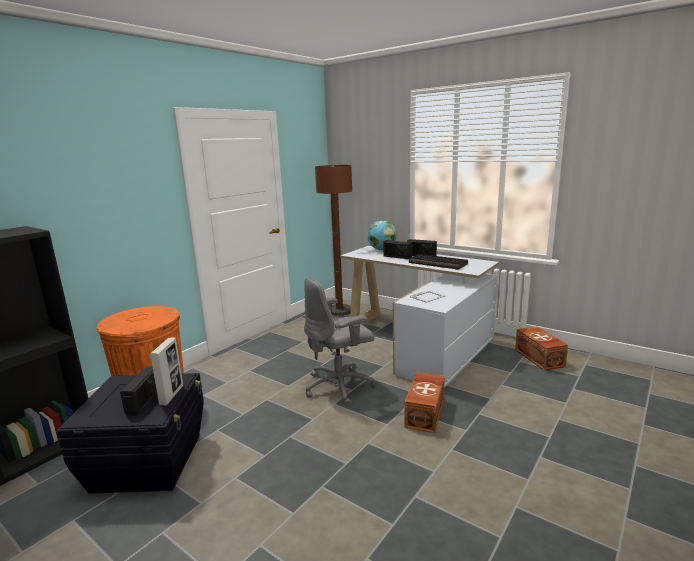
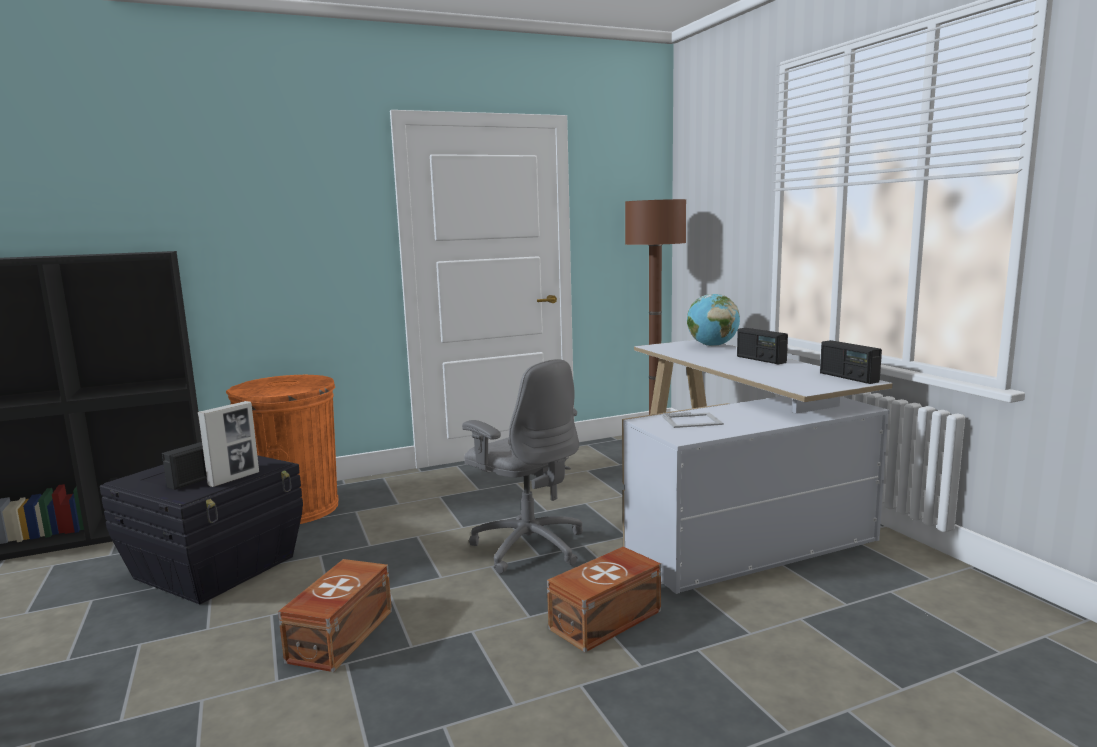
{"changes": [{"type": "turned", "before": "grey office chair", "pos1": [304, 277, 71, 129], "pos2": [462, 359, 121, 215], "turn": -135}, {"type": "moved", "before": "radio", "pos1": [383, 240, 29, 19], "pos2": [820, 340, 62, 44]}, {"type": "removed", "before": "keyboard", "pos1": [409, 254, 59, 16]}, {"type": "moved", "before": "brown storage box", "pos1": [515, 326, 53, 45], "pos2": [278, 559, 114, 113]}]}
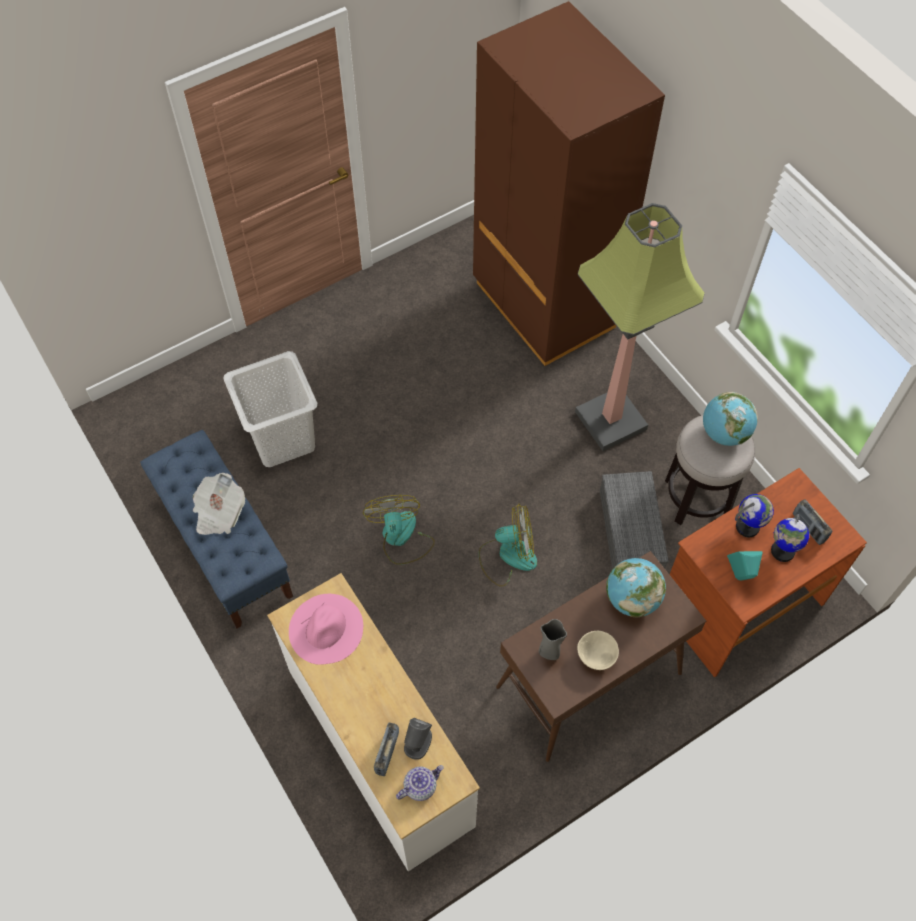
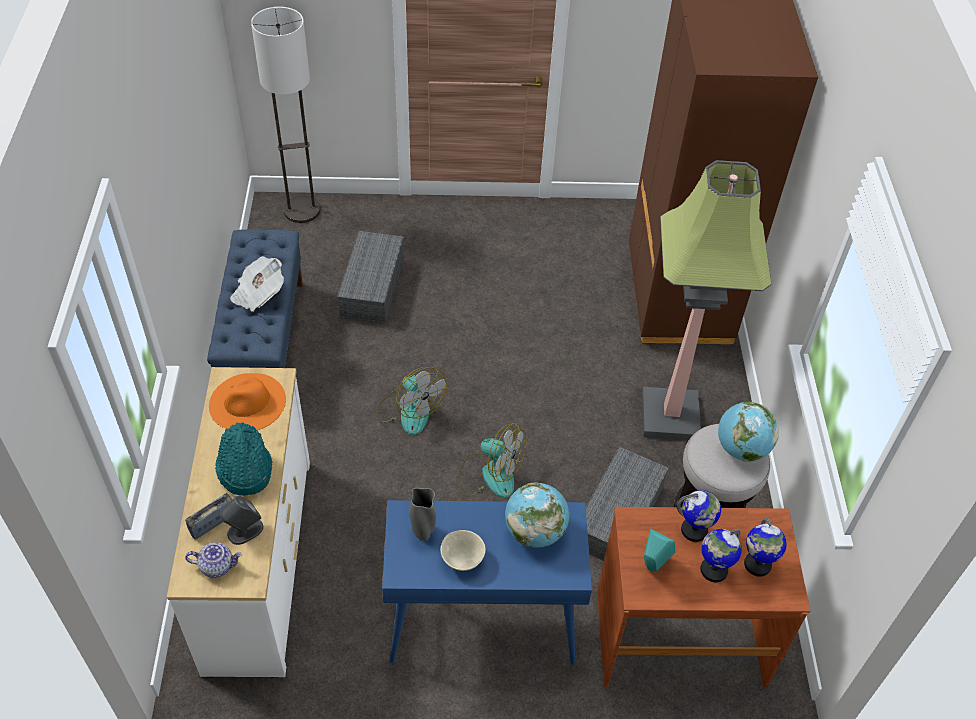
{"changes": [{"type": "replaced", "before": "white laundry basket", "after": "grey storage box", "pos1": [223, 351, 94, 116], "pos2": [337, 231, 67, 93]}, {"type": "recoloured", "before": "pink hat", "after": "orange hat", "pos1": [289, 594, 74, 71], "pos2": [209, 373, 77, 57]}, {"type": "turned", "before": "fan", "pos1": [363, 495, 72, 70], "pos2": [375, 367, 72, 68], "turn": 120}, {"type": "recoloured", "before": "brown console table", "after": "blue console table", "pos1": [496, 551, 210, 211], "pos2": [382, 500, 210, 164]}, {"type": "replaced", "before": "radio", "after": "globe", "pos1": [793, 499, 39, 46], "pos2": [744, 518, 43, 59]}, {"type": "added", "after": "turquoise hat", "pos2": [215, 422, 57, 74]}, {"type": "added", "after": "floor lamp", "pos2": [251, 7, 69, 216]}]}
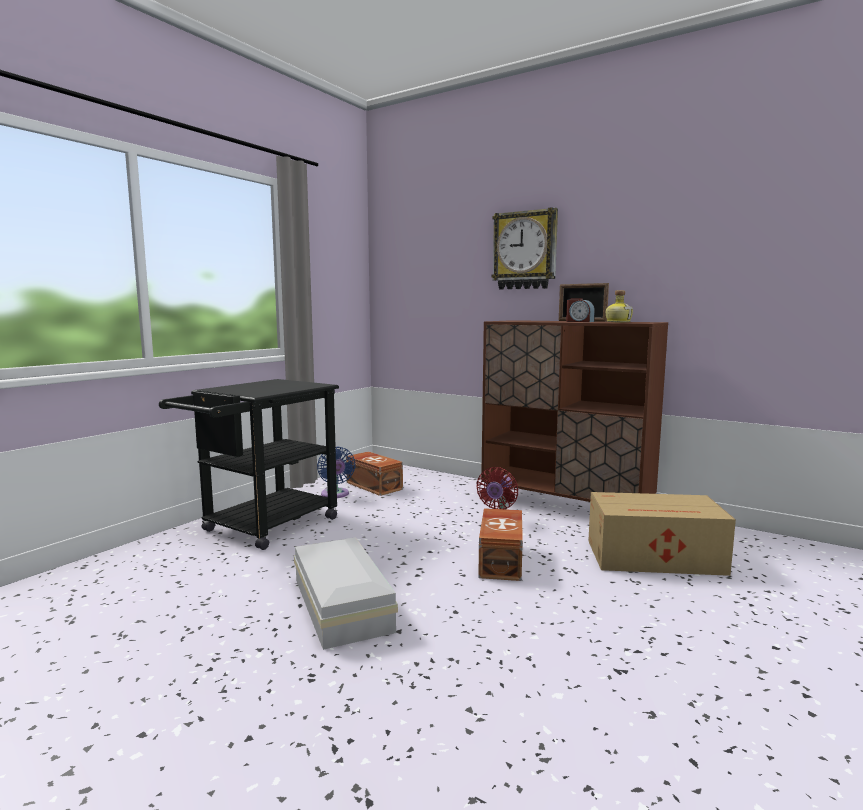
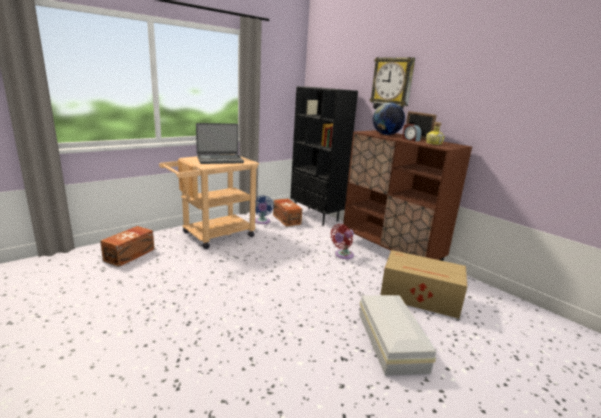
{"changes": [{"type": "recoloured", "before": "black cart", "after": "beige cart", "pos1": [159, 379, 180, 171], "pos2": [159, 154, 100, 95]}, {"type": "moved", "before": "white storage box", "pos1": [294, 537, 104, 113], "pos2": [359, 295, 77, 81]}, {"type": "moved", "before": "brown storage box", "pos1": [478, 508, 45, 73], "pos2": [100, 226, 55, 41]}, {"type": "added", "after": "laptop", "pos2": [196, 123, 48, 41]}, {"type": "added", "after": "black bookcase", "pos2": [290, 86, 68, 140]}, {"type": "added", "after": "globe", "pos2": [373, 102, 32, 33]}]}
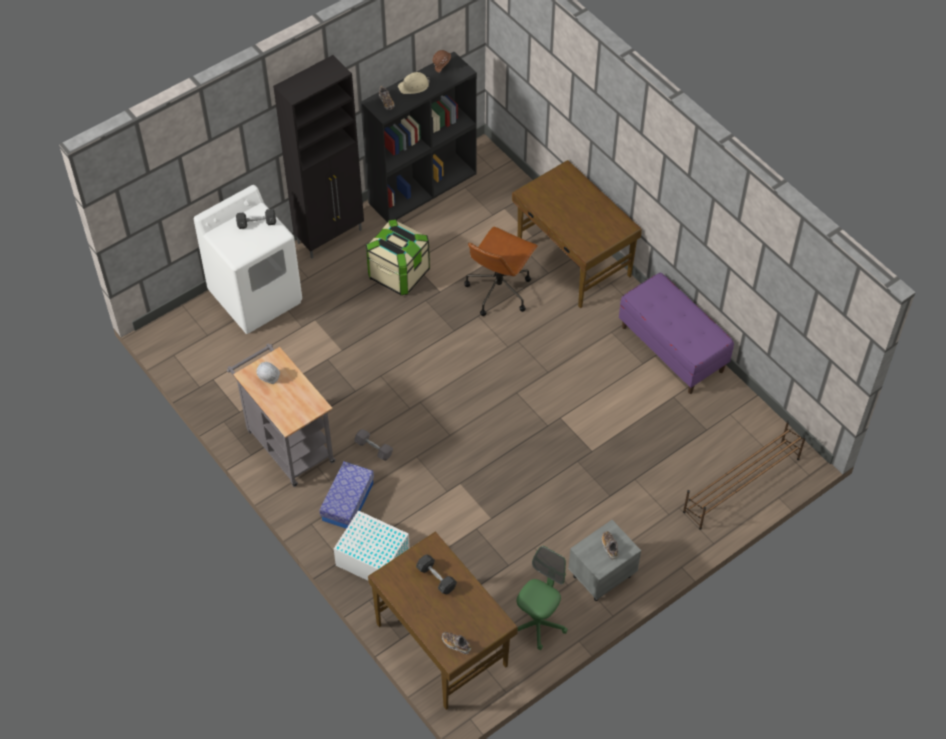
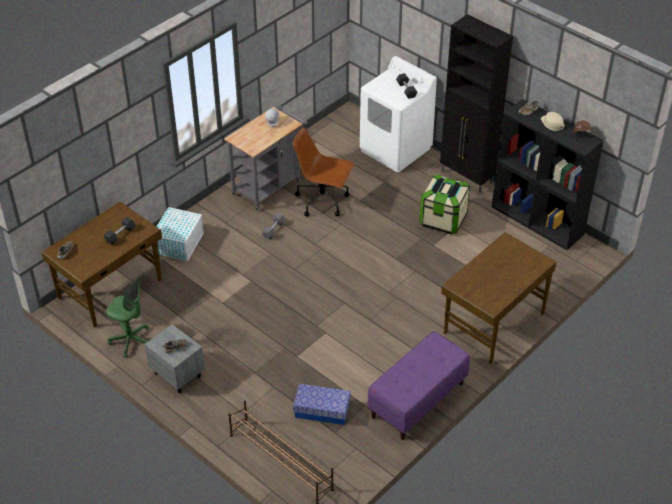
{"changes": [{"type": "moved", "before": "storage box", "pos1": [319, 461, 55, 68], "pos2": [293, 384, 57, 41]}, {"type": "moved", "before": "brown office chair", "pos1": [464, 226, 74, 90], "pos2": [293, 127, 62, 89]}]}
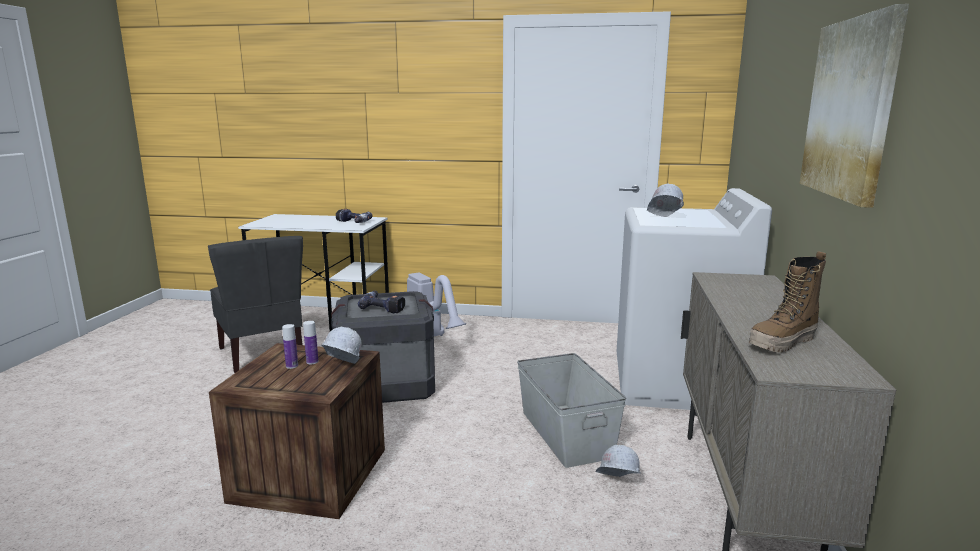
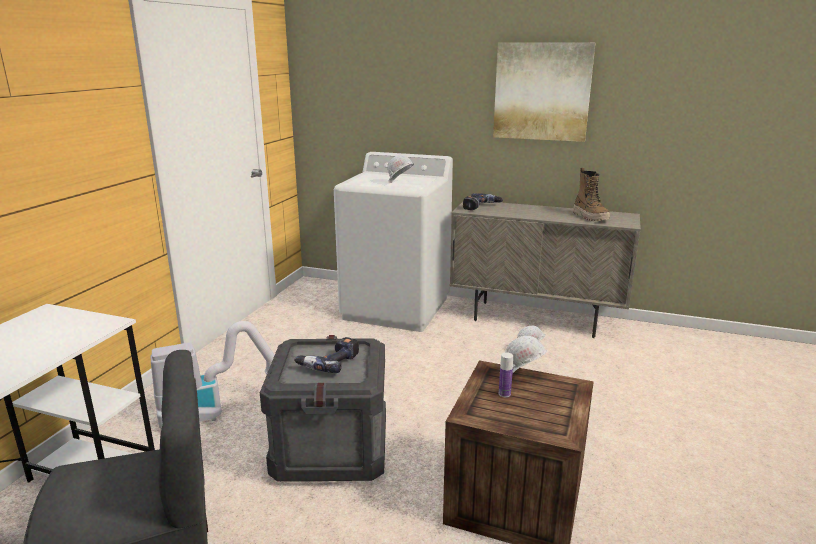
{"changes": [{"type": "removed", "before": "bottle", "pos1": [282, 324, 16, 45]}, {"type": "moved", "before": "power drill", "pos1": [336, 209, 36, 14], "pos2": [463, 193, 40, 17]}, {"type": "removed", "before": "grey storage box", "pos1": [517, 353, 109, 115]}]}
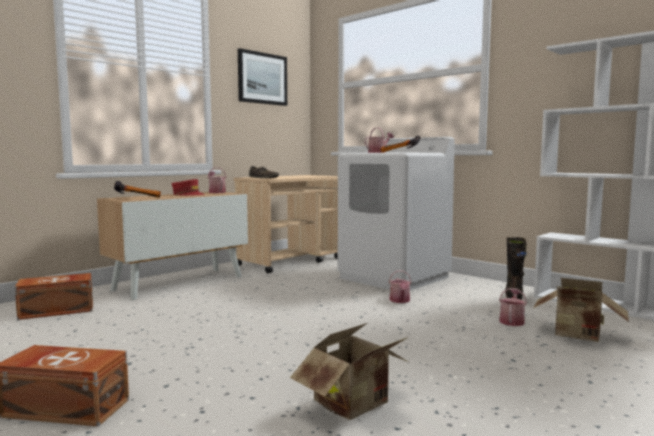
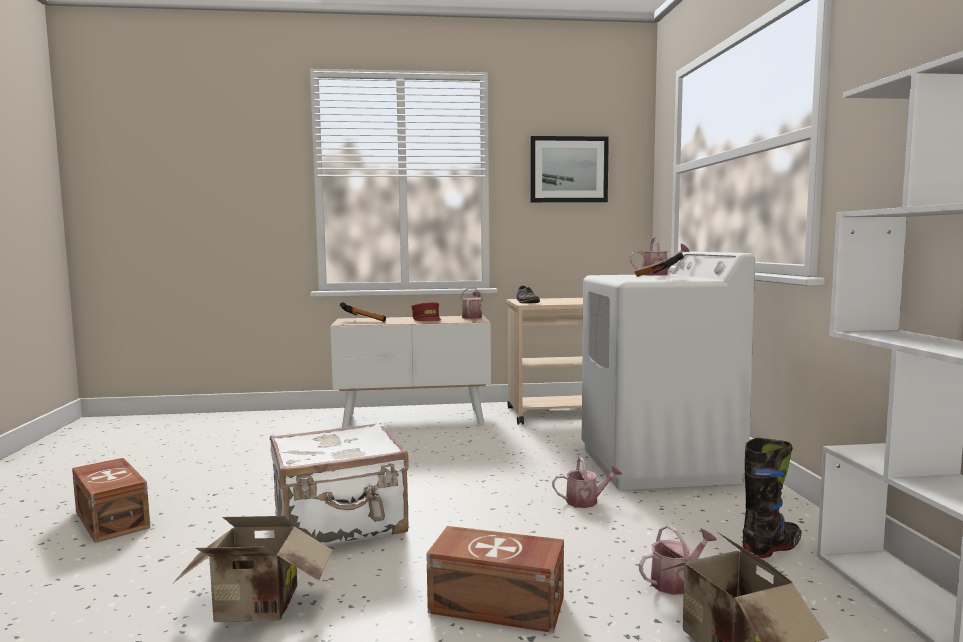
{"changes": [{"type": "moved", "before": "brown storage box", "pos1": [15, 273, 78, 47], "pos2": [426, 526, 138, 107]}, {"type": "turned", "before": "watering can", "pos1": [389, 271, 23, 32], "pos2": [552, 457, 71, 51], "turn": -135}, {"type": "added", "after": "white suitcase", "pos2": [270, 422, 139, 124]}]}
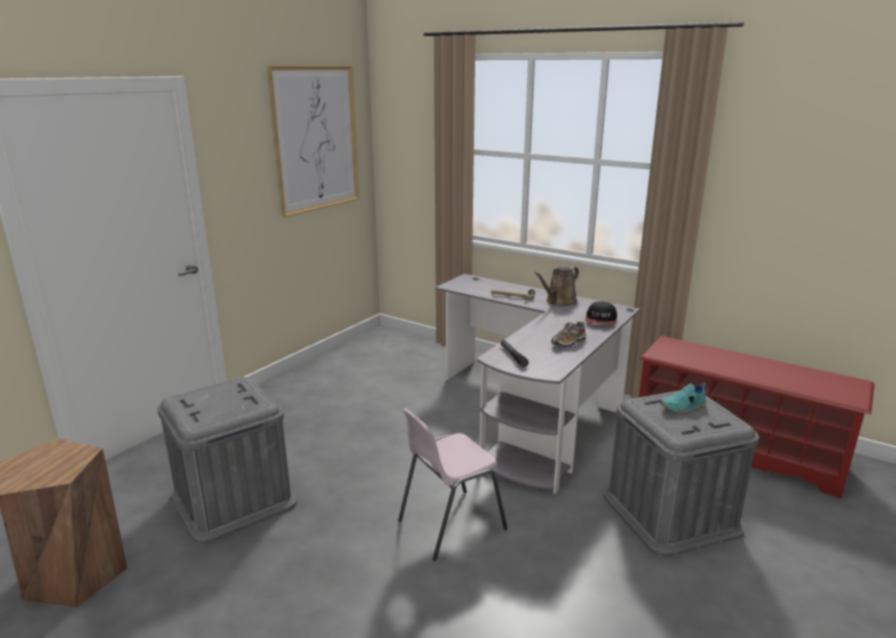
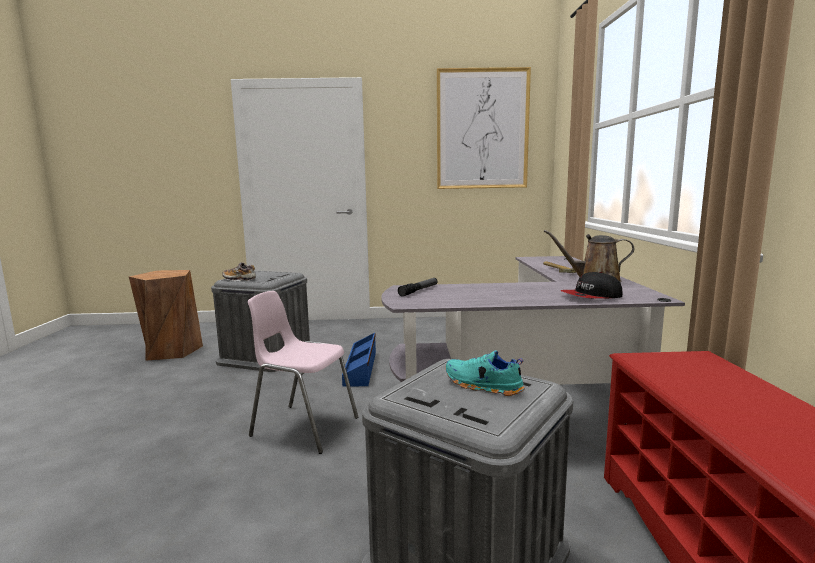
{"changes": [{"type": "moved", "before": "shoe", "pos1": [551, 321, 35, 26], "pos2": [222, 262, 34, 19]}, {"type": "added", "after": "blue storage box", "pos2": [342, 333, 34, 54]}]}
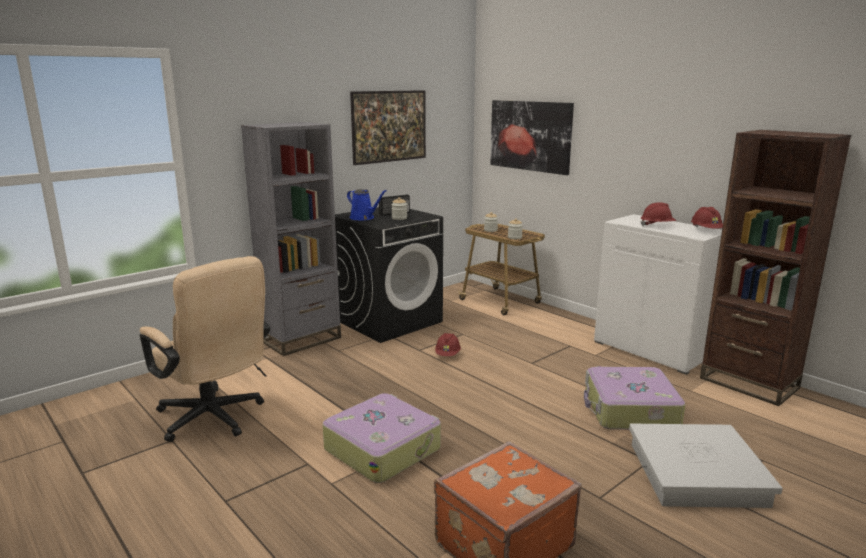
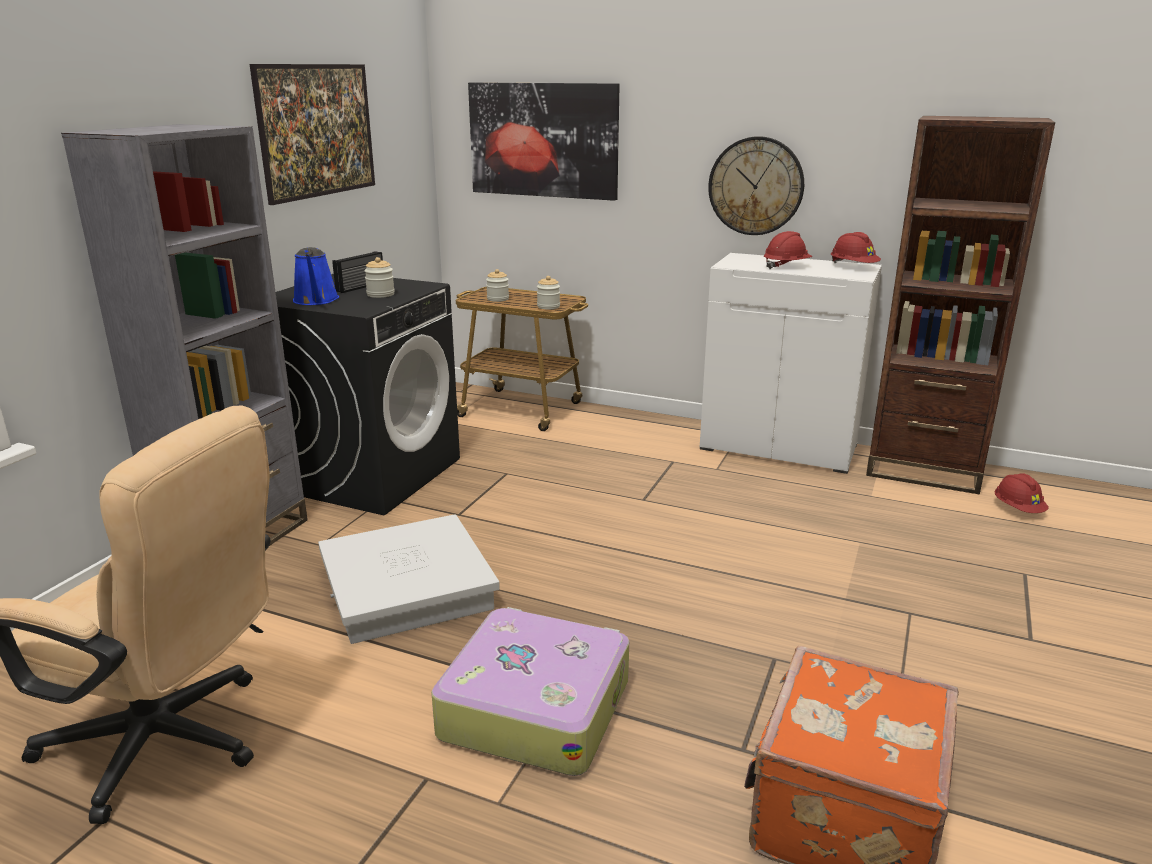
{"changes": [{"type": "turned", "before": "blue watering can", "pos1": [347, 189, 40, 31], "pos2": [293, 247, 46, 58], "turn": 60}, {"type": "moved", "before": "red hard hat", "pos1": [435, 333, 26, 23], "pos2": [994, 473, 55, 40]}, {"type": "removed", "before": "suitcase", "pos1": [584, 367, 102, 63]}, {"type": "moved", "before": "white storage box", "pos1": [629, 424, 154, 84], "pos2": [318, 514, 182, 130]}, {"type": "added", "after": "wall clock", "pos2": [708, 136, 96, 99]}]}
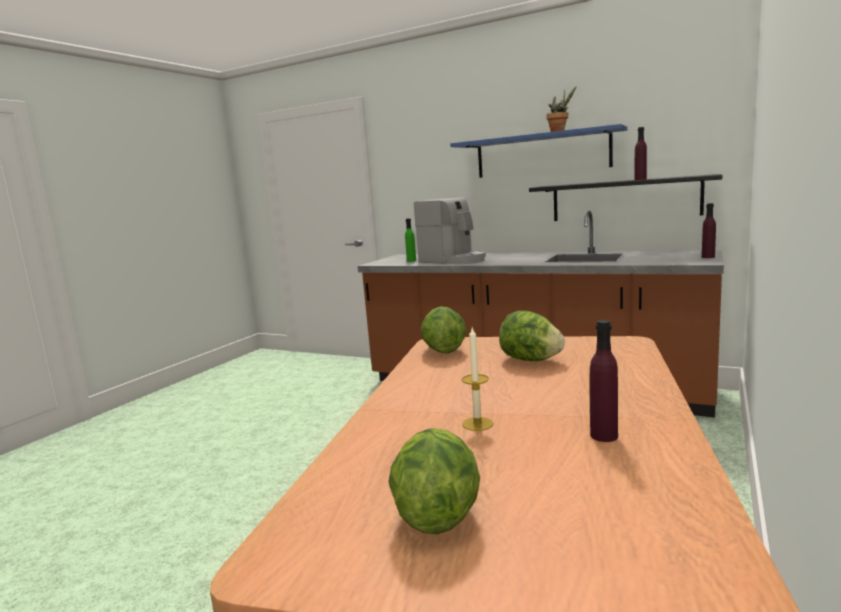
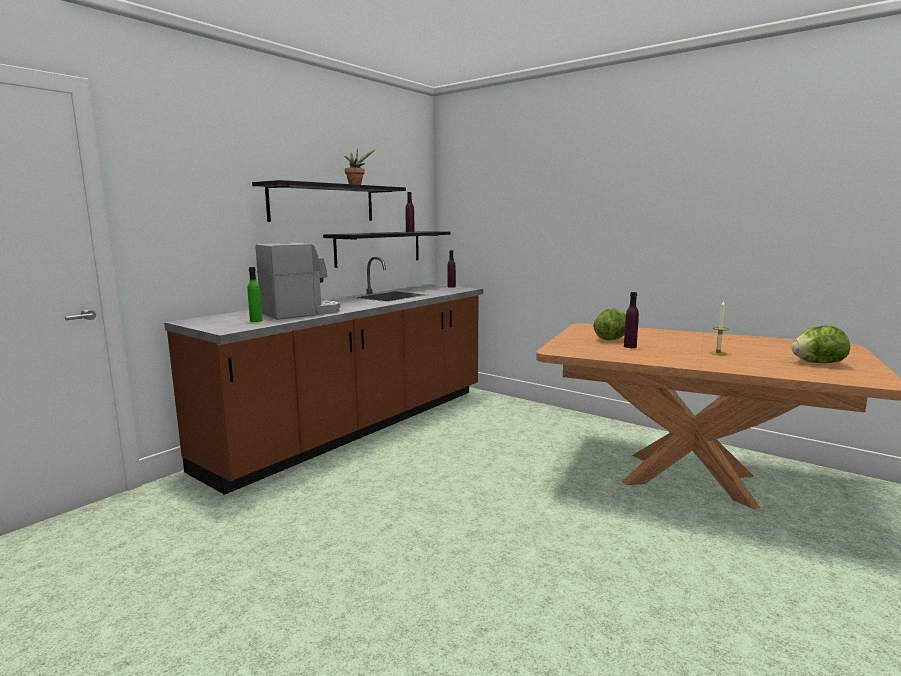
{"changes": [{"type": "removed", "before": "lettuce", "pos1": [421, 306, 45, 48]}, {"type": "recoloured", "before": "blue shelf", "after": "black shelf", "pos1": [450, 124, 178, 54], "pos2": [252, 180, 154, 42]}, {"type": "moved", "before": "purple bottle", "pos1": [590, 320, 28, 122], "pos2": [624, 292, 15, 56]}]}
